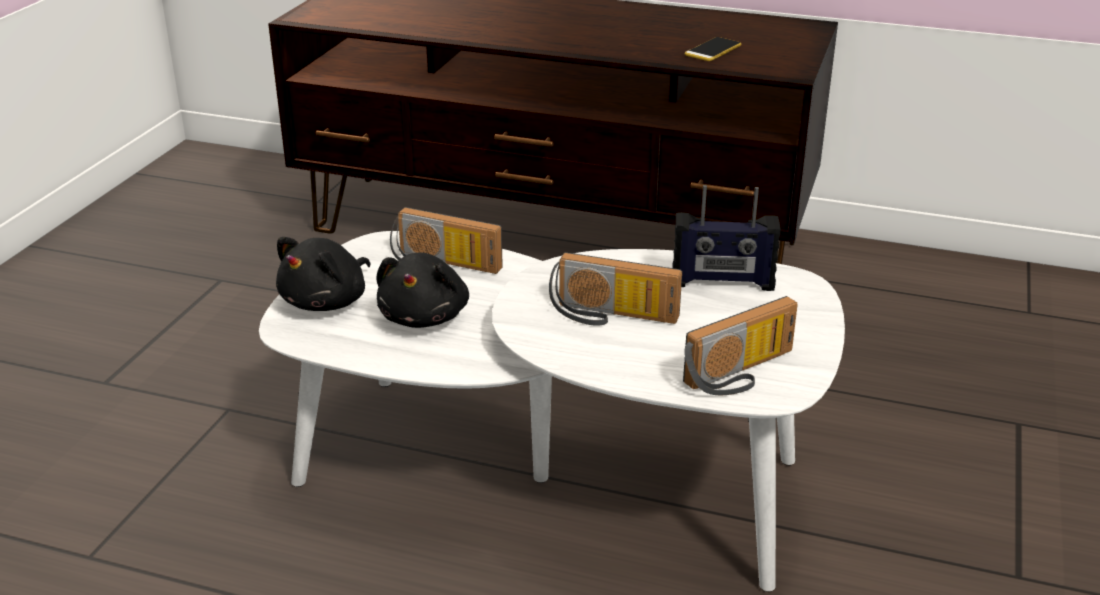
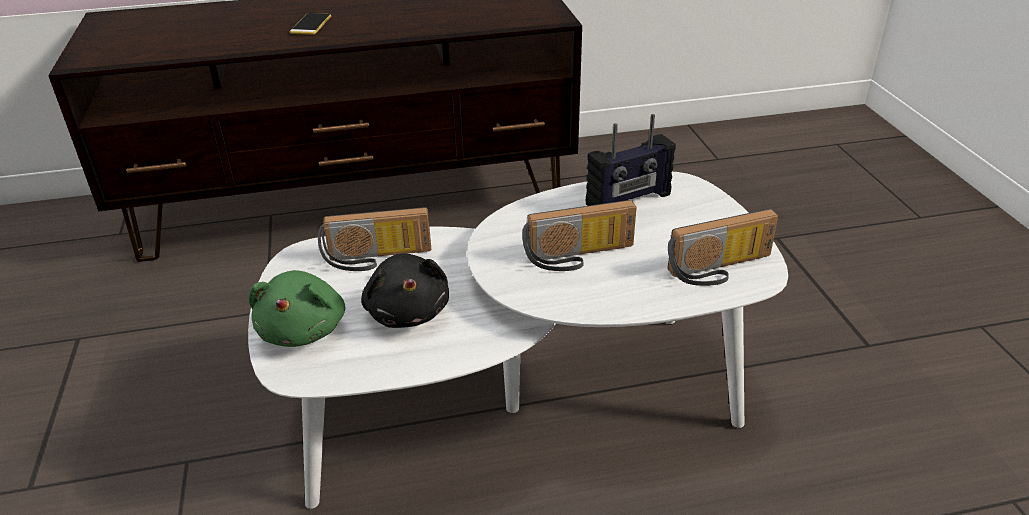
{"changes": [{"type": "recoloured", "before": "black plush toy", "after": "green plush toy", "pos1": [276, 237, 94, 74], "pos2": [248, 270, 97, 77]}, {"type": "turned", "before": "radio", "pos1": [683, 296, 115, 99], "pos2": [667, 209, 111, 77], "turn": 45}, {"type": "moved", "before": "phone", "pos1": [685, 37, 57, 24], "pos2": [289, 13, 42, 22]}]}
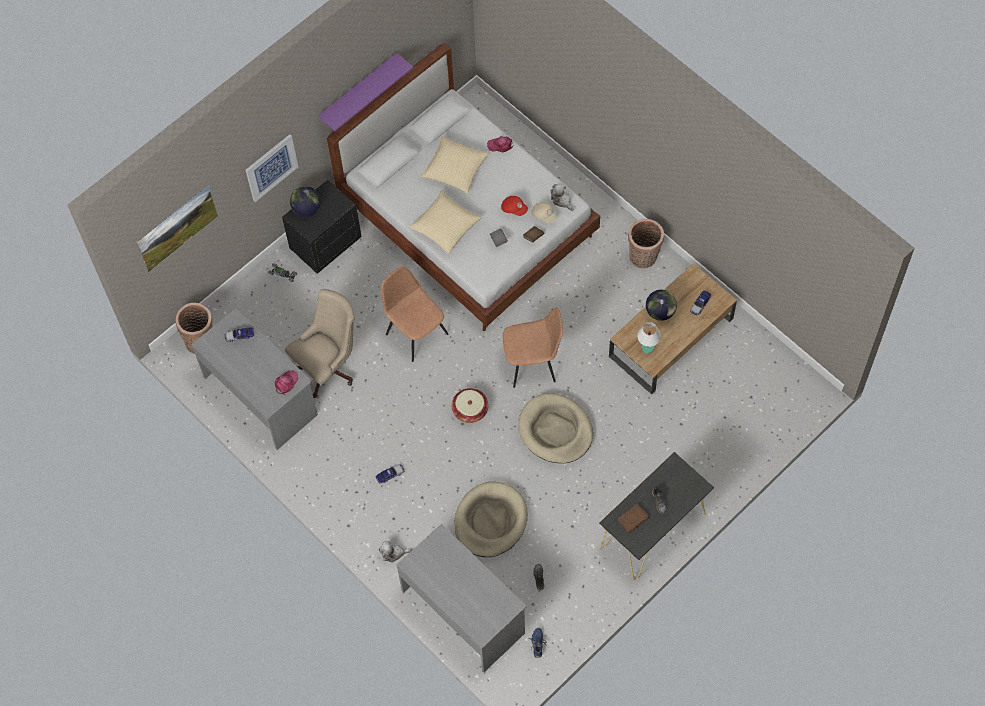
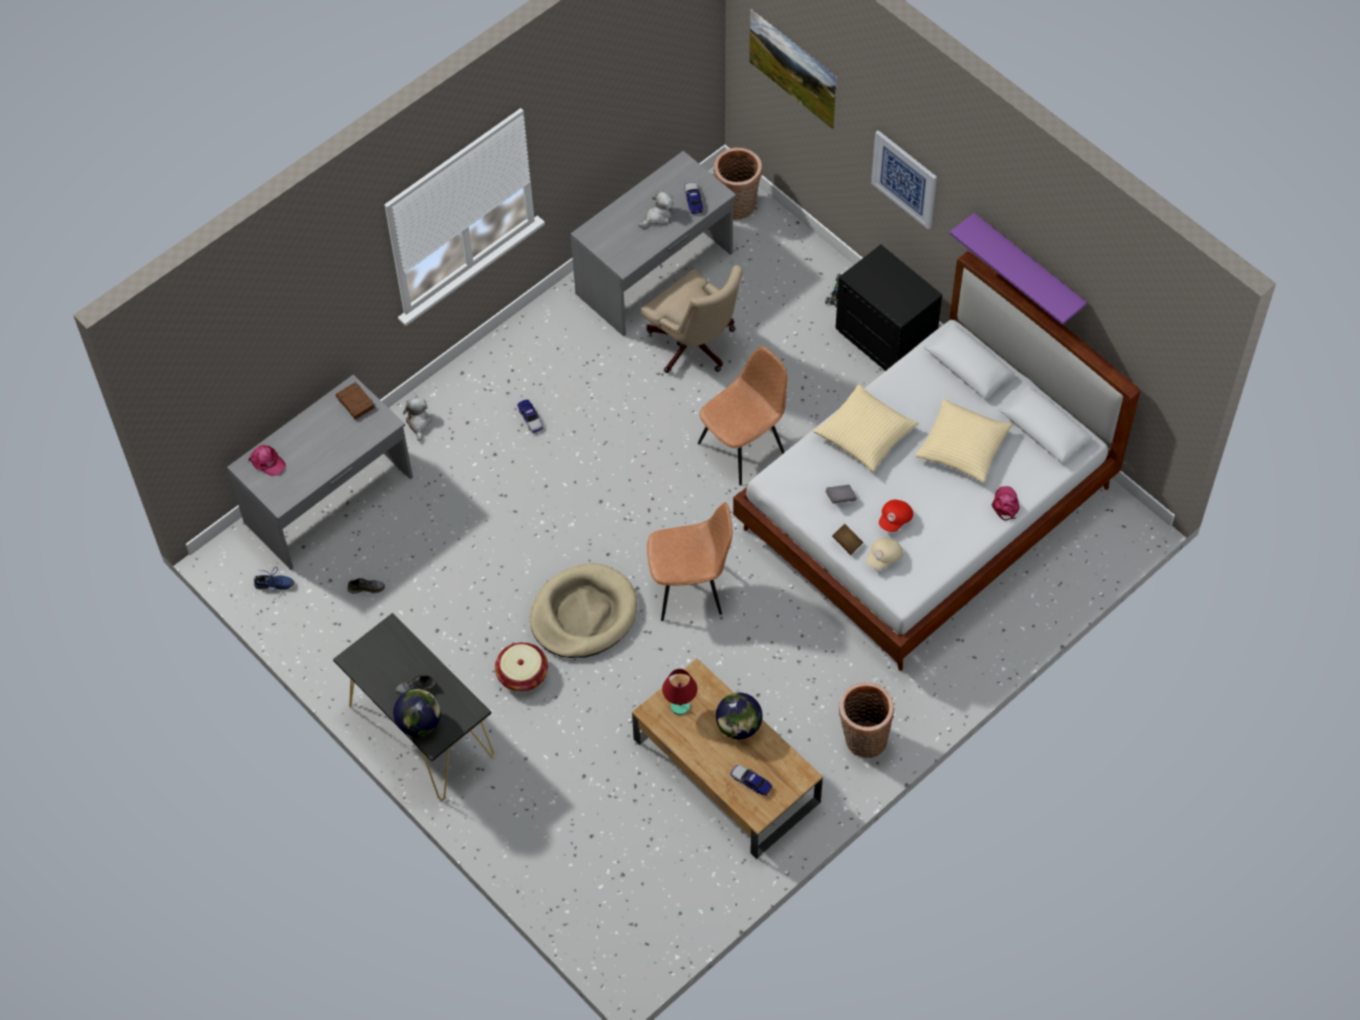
{"changes": [{"type": "moved", "before": "pink cap", "pos1": [275, 370, 23, 25], "pos2": [248, 445, 38, 31]}, {"type": "moved", "before": "globe", "pos1": [290, 186, 31, 31], "pos2": [393, 689, 48, 47]}, {"type": "moved", "before": "basket", "pos1": [452, 388, 37, 35], "pos2": [495, 642, 53, 50]}, {"type": "removed", "before": "beige dog bed", "pos1": [454, 482, 74, 75]}, {"type": "turned", "before": "brown chair", "pos1": [503, 307, 60, 81], "pos2": [647, 502, 86, 119], "turn": -90}, {"type": "moved", "before": "plush toy", "pos1": [551, 183, 23, 28], "pos2": [639, 190, 35, 38]}, {"type": "moved", "before": "brown book", "pos1": [618, 504, 31, 29], "pos2": [336, 382, 39, 37]}, {"type": "recoloured", "before": "white table lamp", "after": "red table lamp", "pos1": [637, 322, 24, 31], "pos2": [662, 669, 35, 46]}]}
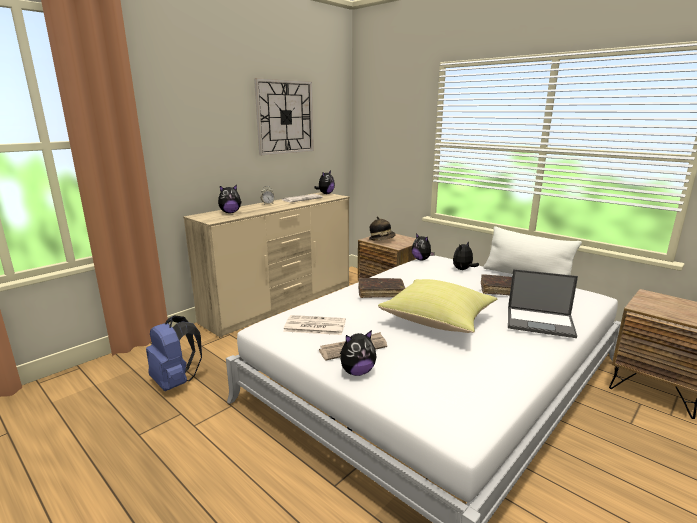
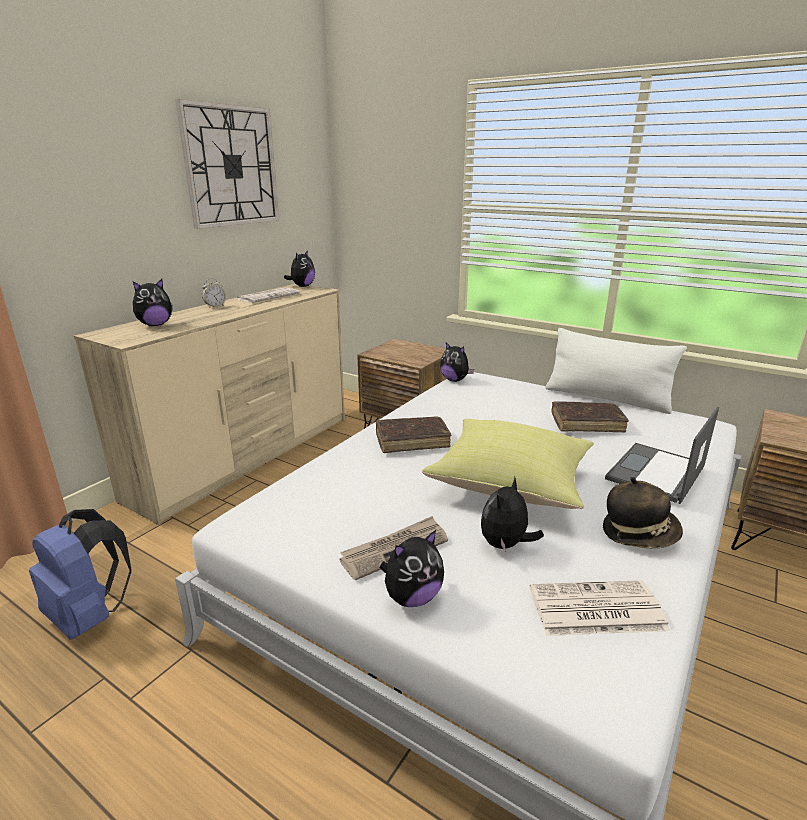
{"changes": [{"type": "moved", "before": "newspaper", "pos1": [283, 315, 63, 20], "pos2": [530, 580, 140, 56]}, {"type": "moved", "before": "hat", "pos1": [369, 216, 26, 24], "pos2": [603, 477, 80, 72]}, {"type": "moved", "before": "plush toy", "pos1": [453, 242, 26, 28], "pos2": [481, 477, 63, 75]}, {"type": "turned", "before": "laptop", "pos1": [508, 269, 70, 69], "pos2": [605, 407, 114, 97], "turn": 120}]}
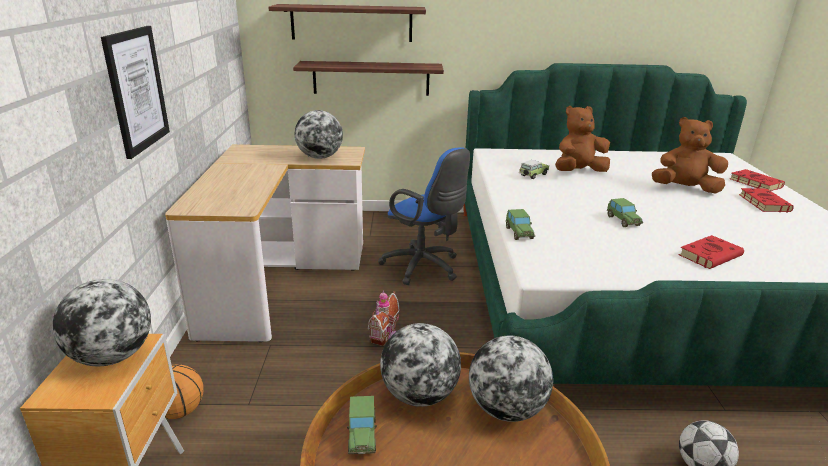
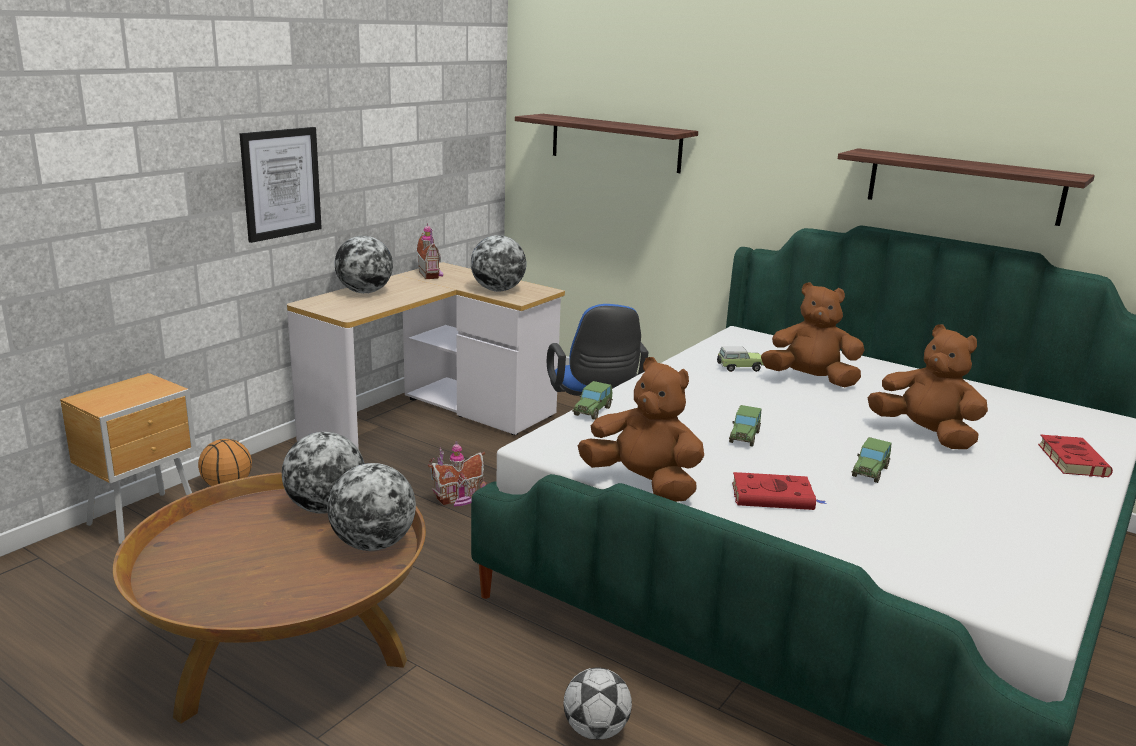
{"changes": [{"type": "moved", "before": "globe", "pos1": [53, 279, 98, 87], "pos2": [335, 236, 58, 57]}, {"type": "moved", "before": "shelf", "pos1": [293, 61, 151, 35], "pos2": [838, 148, 257, 78]}, {"type": "moved", "before": "toy car", "pos1": [347, 396, 30, 58], "pos2": [852, 437, 39, 46]}, {"type": "removed", "before": "red book", "pos1": [739, 188, 55, 24]}, {"type": "added", "after": "toy house", "pos2": [416, 223, 27, 56]}, {"type": "added", "after": "brown plush toy", "pos2": [578, 357, 126, 145]}]}
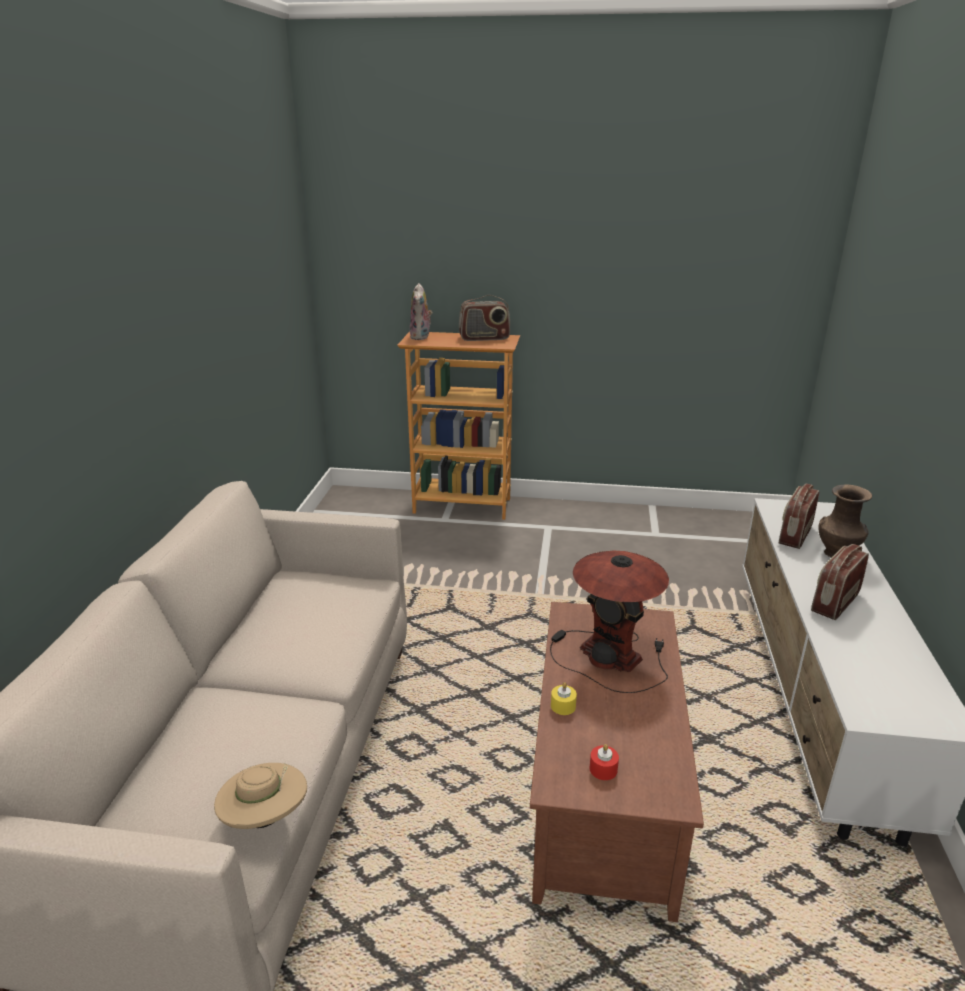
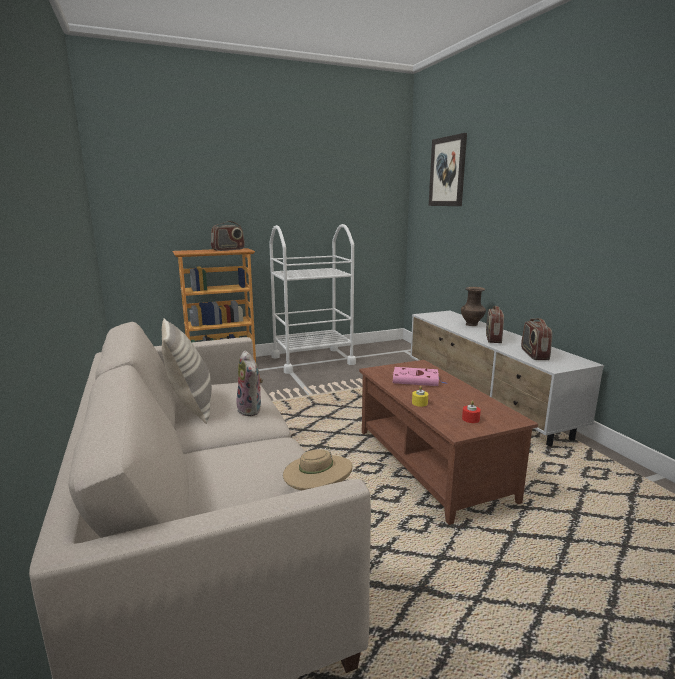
{"changes": [{"type": "moved", "before": "plush toy", "pos1": [410, 283, 23, 57], "pos2": [236, 350, 27, 66]}, {"type": "replaced", "before": "table lamp", "after": "pink book", "pos1": [550, 551, 119, 142], "pos2": [392, 367, 55, 19]}, {"type": "moved", "before": "radio", "pos1": [779, 483, 41, 66], "pos2": [521, 318, 31, 42]}, {"type": "added", "after": "pillow", "pos2": [162, 318, 50, 106]}, {"type": "added", "after": "white cart", "pos2": [269, 224, 87, 150]}, {"type": "added", "after": "picture", "pos2": [429, 133, 38, 73]}]}
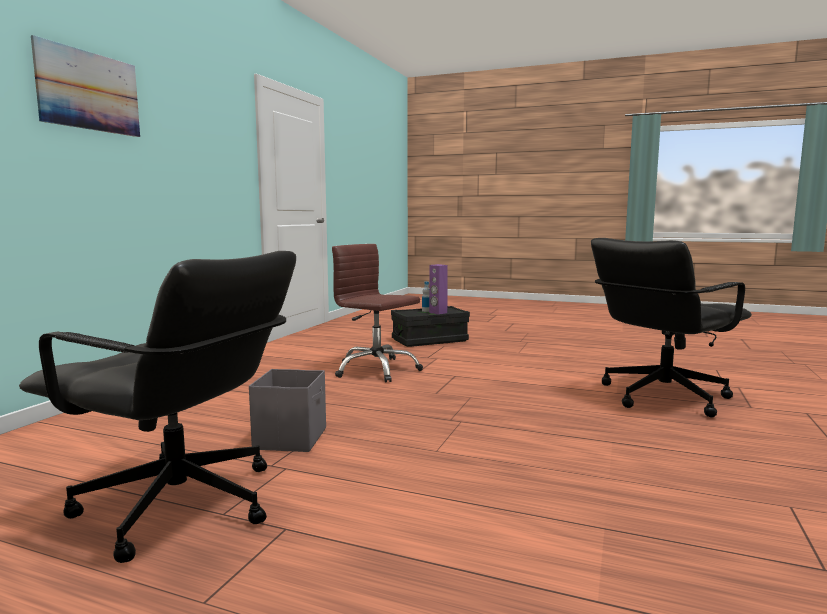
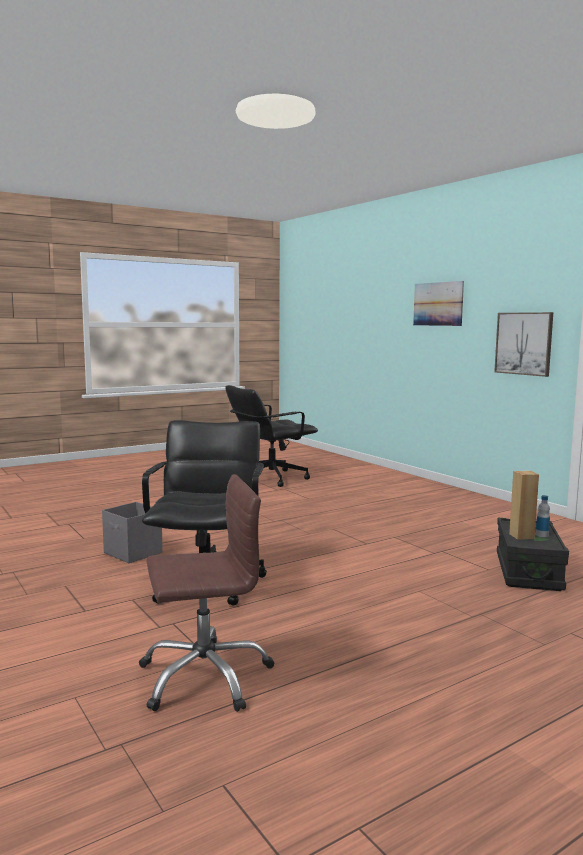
{"changes": [{"type": "moved", "before": "grey storage box", "pos1": [249, 369, 77, 83], "pos2": [102, 502, 61, 61]}, {"type": "moved", "before": "brown office chair", "pos1": [332, 244, 91, 138], "pos2": [139, 474, 135, 238]}, {"type": "recoloured", "before": "purple speaker", "after": "brown speaker", "pos1": [429, 264, 18, 50], "pos2": [509, 471, 30, 69]}, {"type": "added", "after": "picture", "pos2": [494, 312, 59, 65]}]}
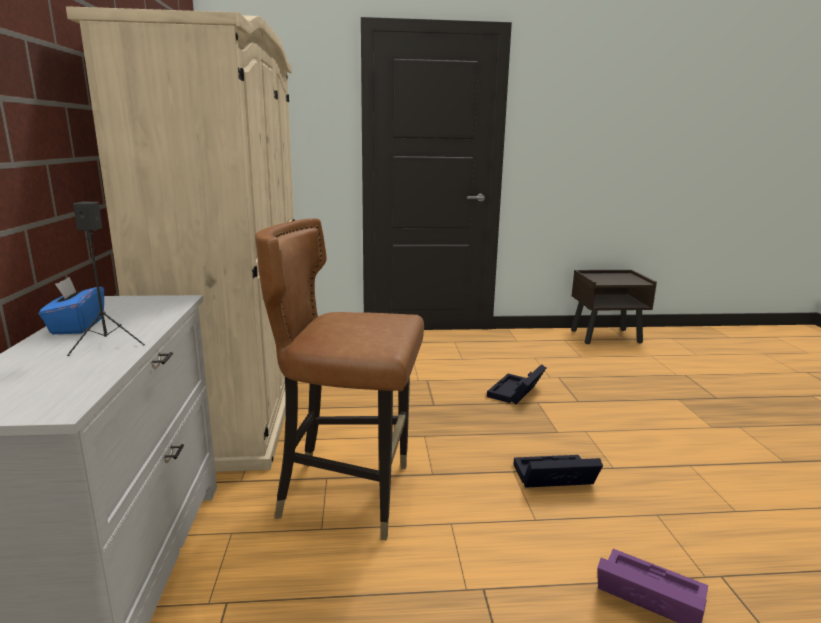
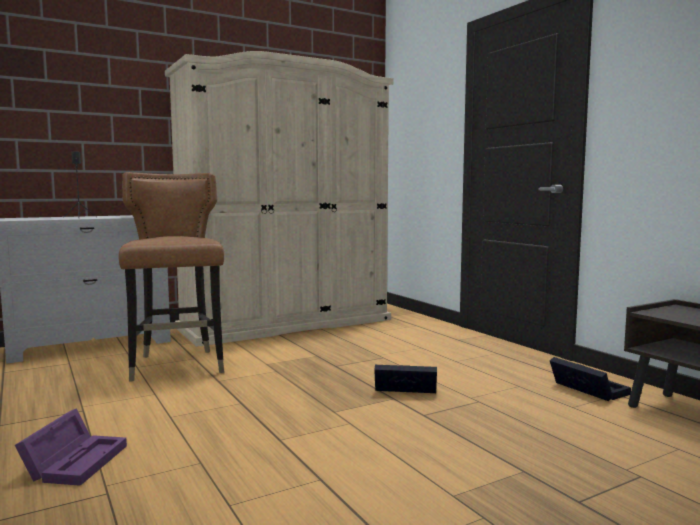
{"changes": [{"type": "removed", "before": "blue tissue box", "pos1": [39, 277, 65, 57]}, {"type": "moved", "before": "black storage box", "pos1": [513, 455, 90, 33], "pos2": [550, 357, 81, 44]}]}
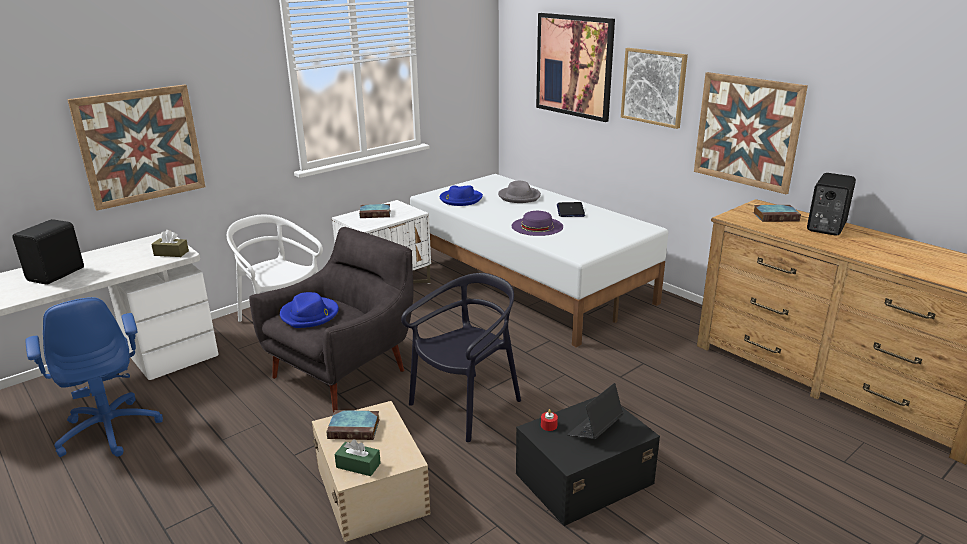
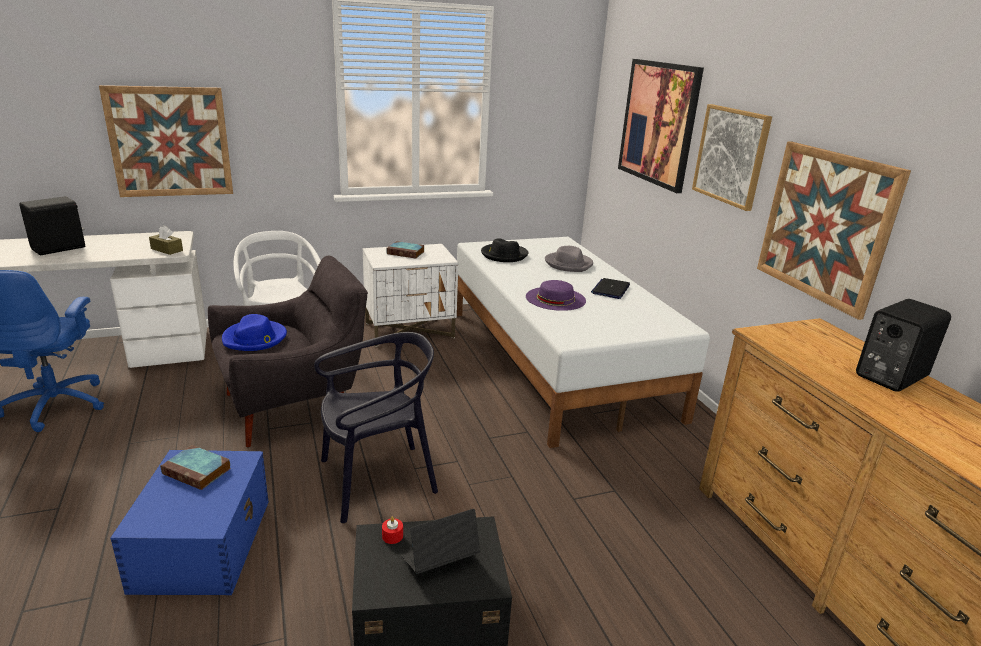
{"changes": [{"type": "recoloured", "before": "beige storage box", "after": "blue storage box", "pos1": [312, 401, 119, 141], "pos2": [110, 450, 159, 145]}, {"type": "removed", "before": "green tissue box", "pos1": [335, 439, 46, 37]}, {"type": "recoloured", "before": "blue hat", "after": "black hat", "pos1": [440, 185, 43, 21], "pos2": [481, 239, 47, 23]}, {"type": "removed", "before": "book", "pos1": [753, 205, 48, 17]}]}
